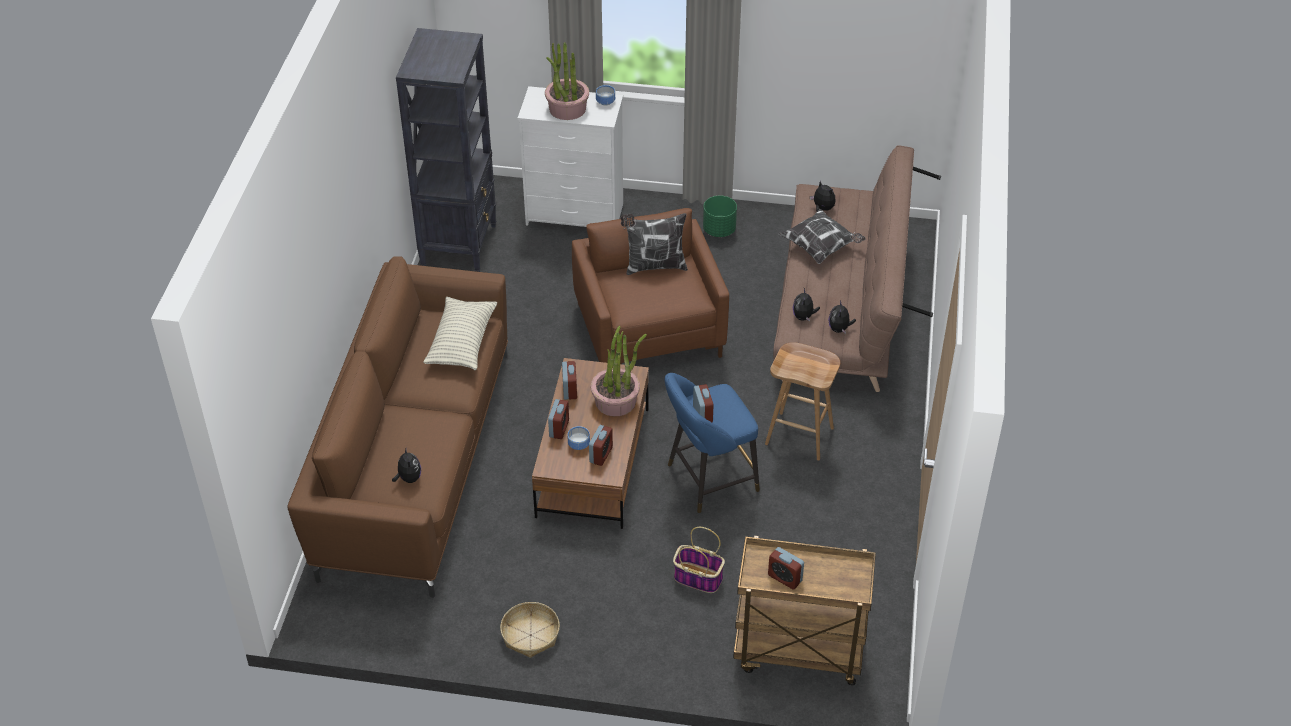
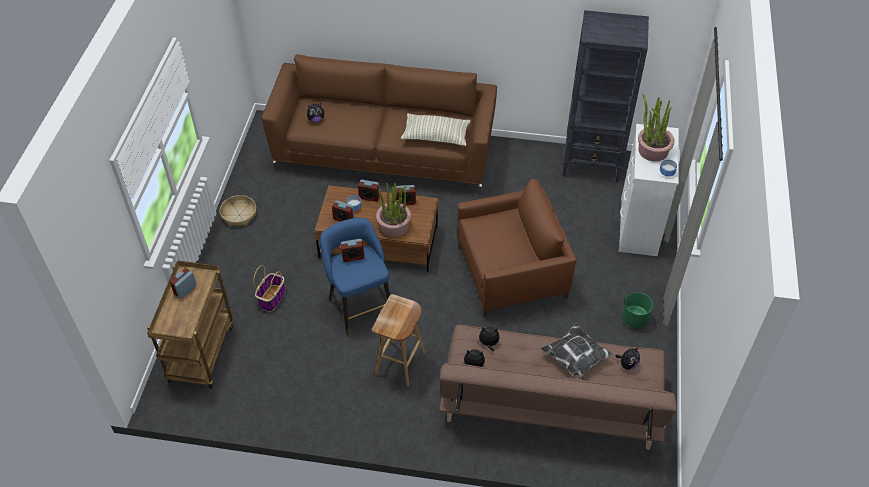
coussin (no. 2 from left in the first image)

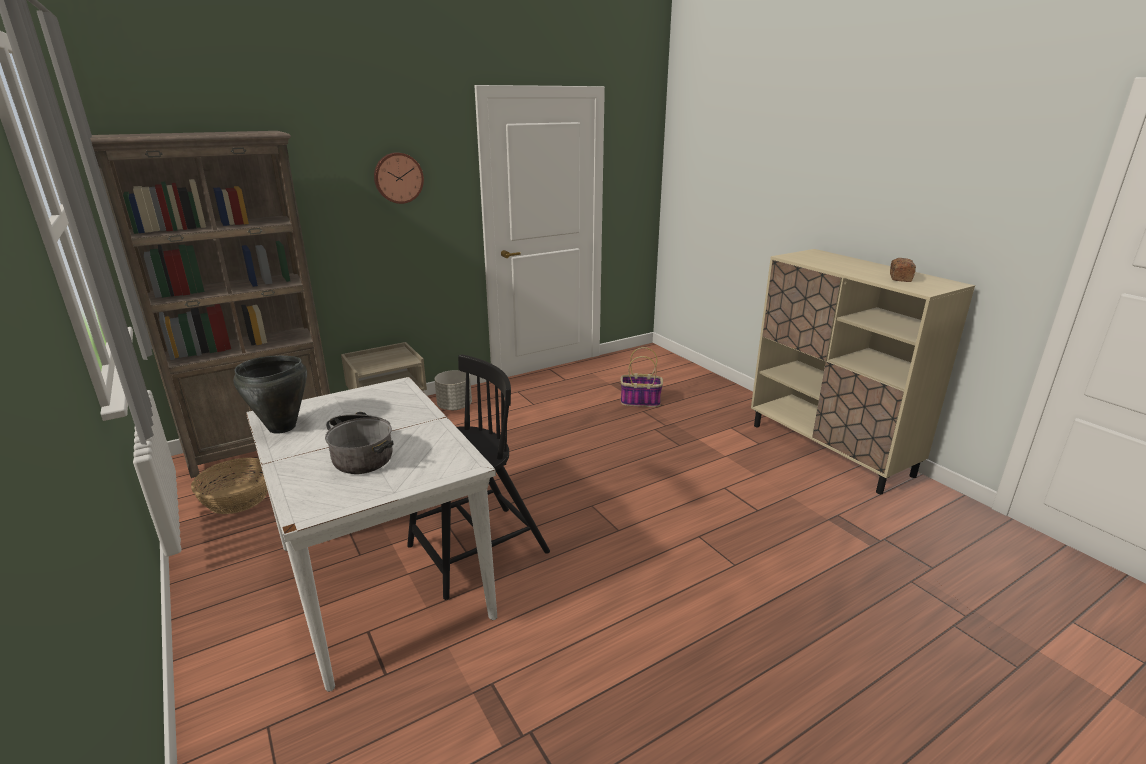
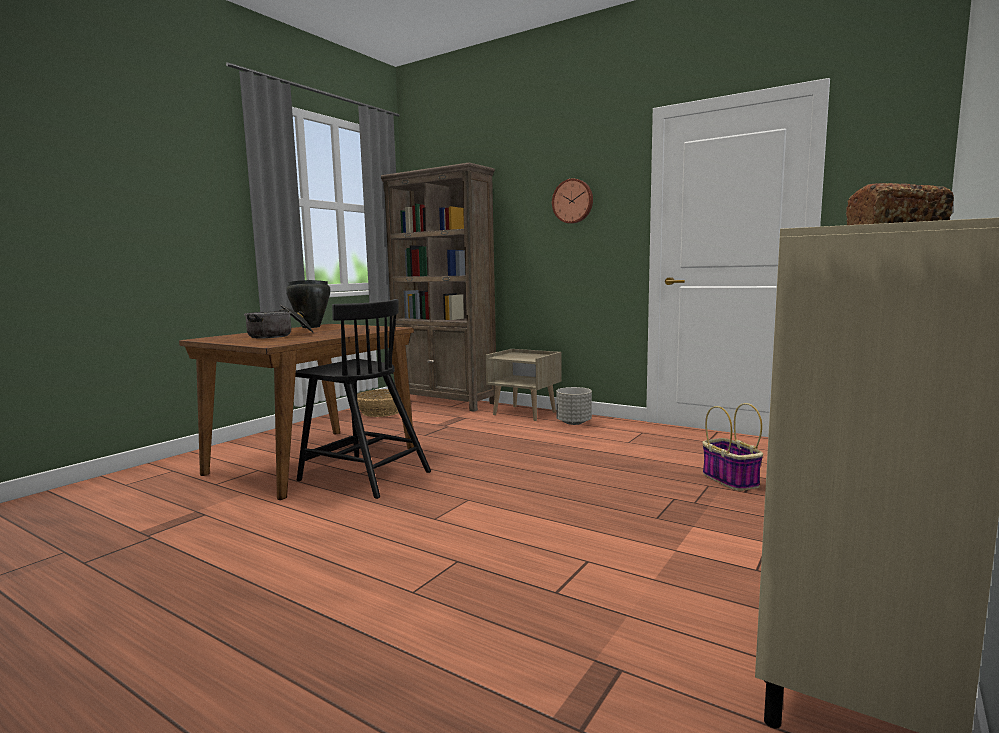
table à manger (marron)

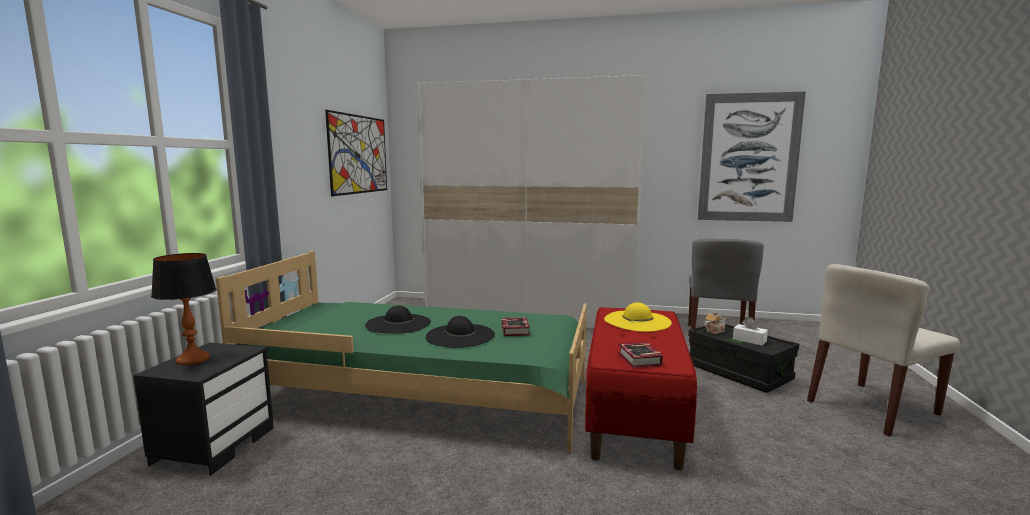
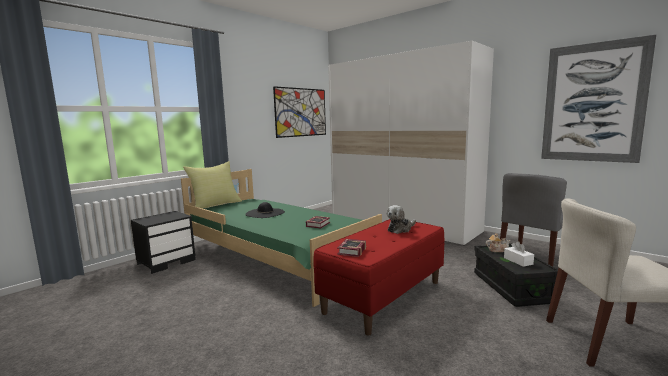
coussin (jaune)
peluche
lampe de table
chapeau (noir) (no. 2 from left in the first image)

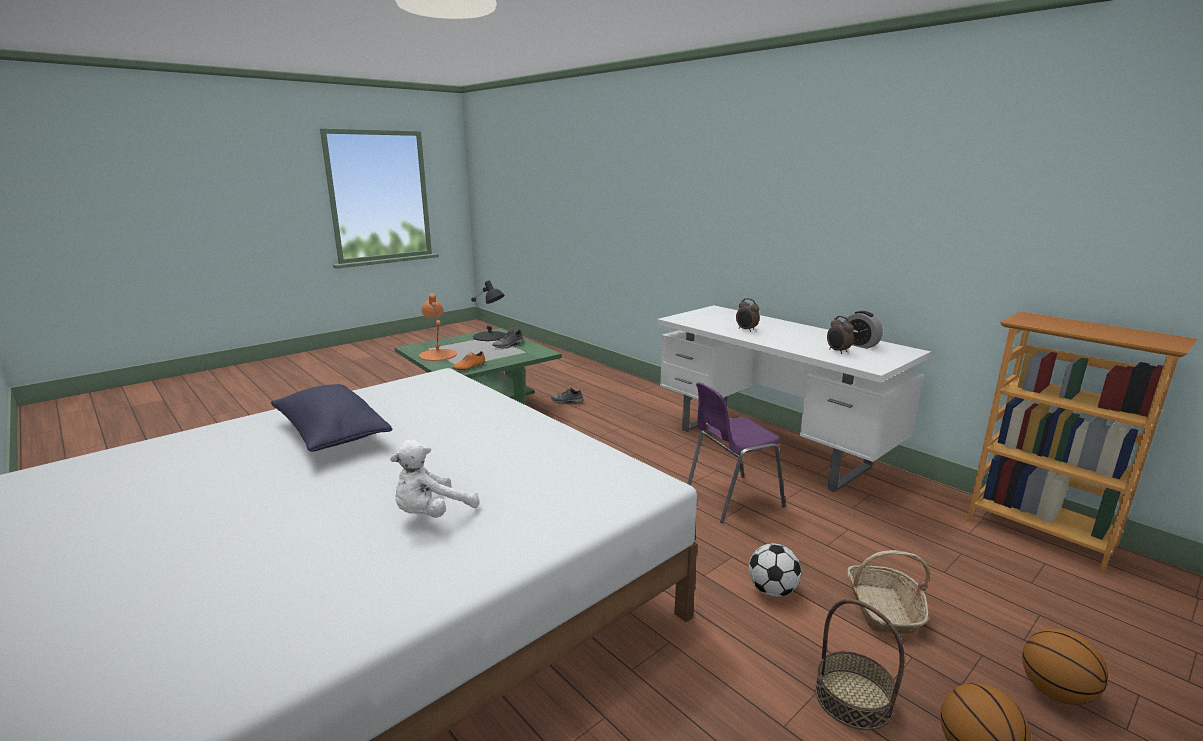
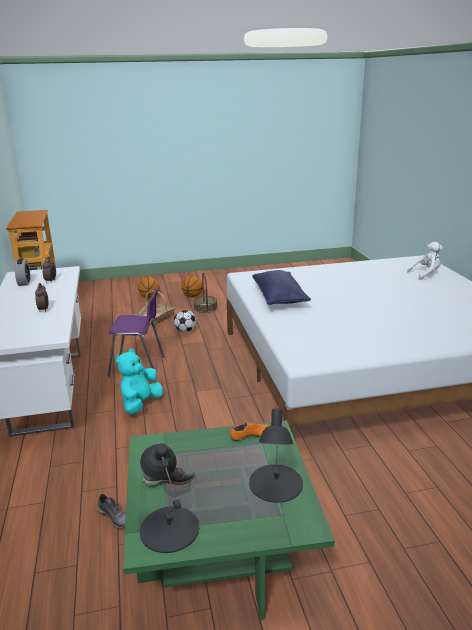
peluche (turquoise)
lampe de table (noir) (no. 2 from left)
coussin (bleu)
peluche (blanc)

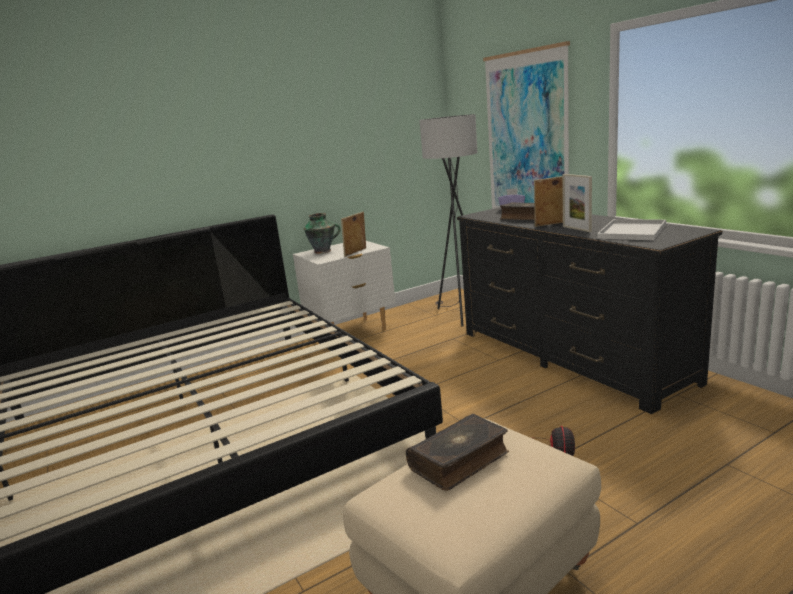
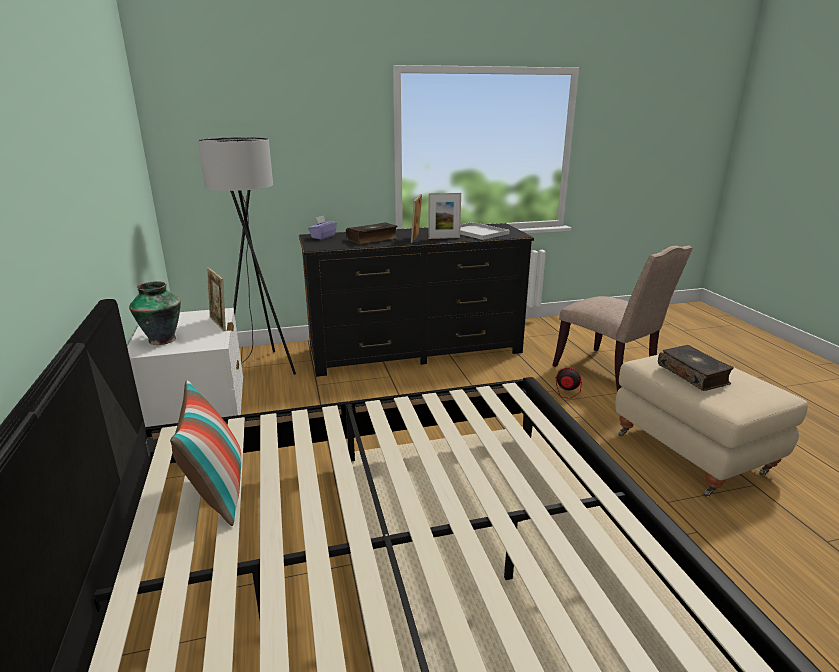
coussin
chaise (beige)
tableau

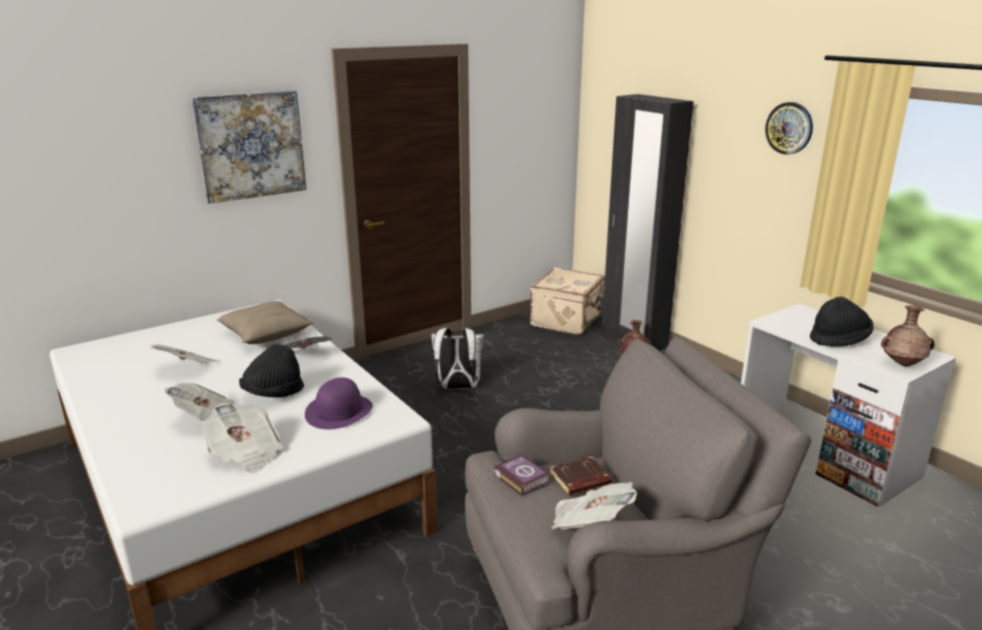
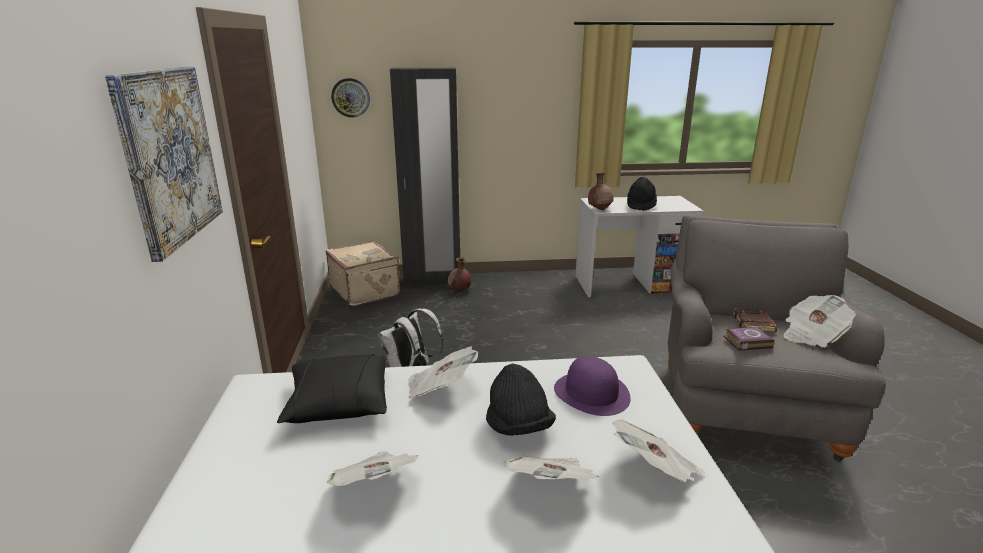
coussin (noir)
horloge murale
vase (marron) (no. 2 from left)

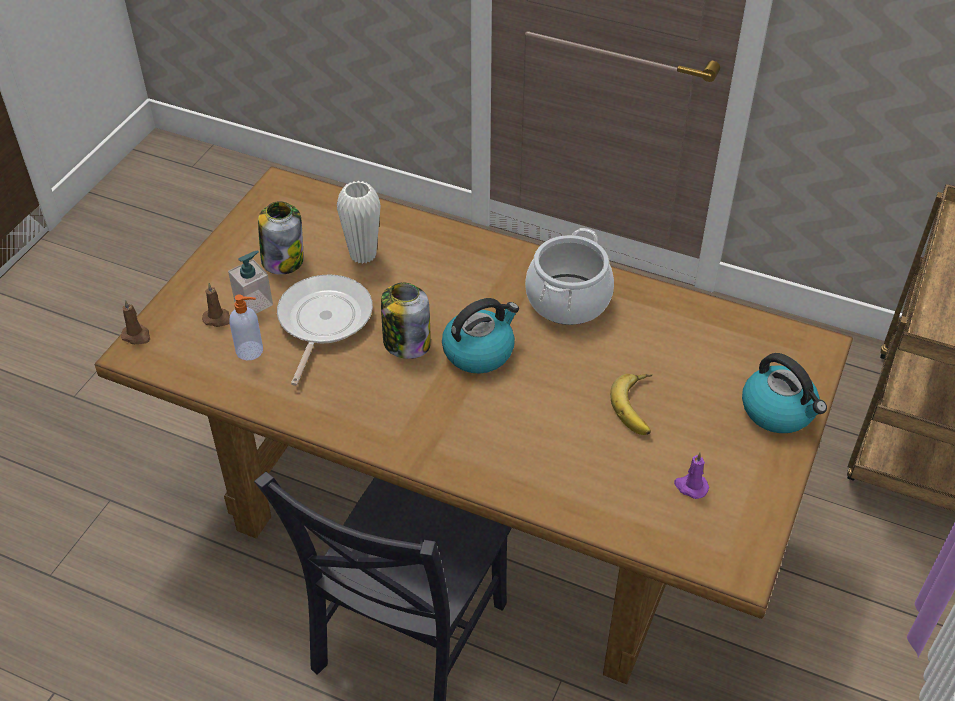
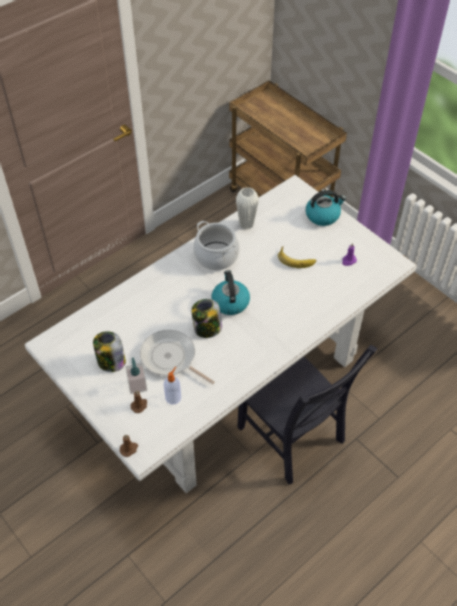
table à manger (blanc)
vase (blanc)

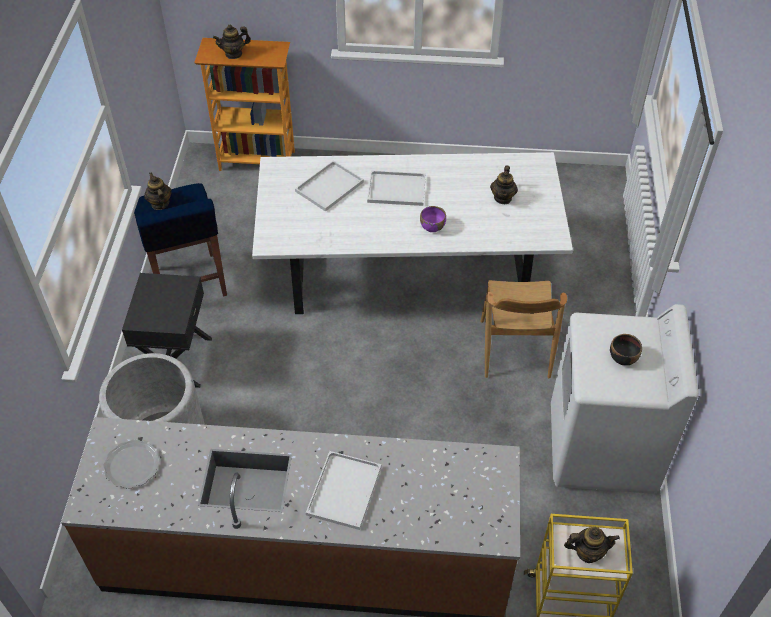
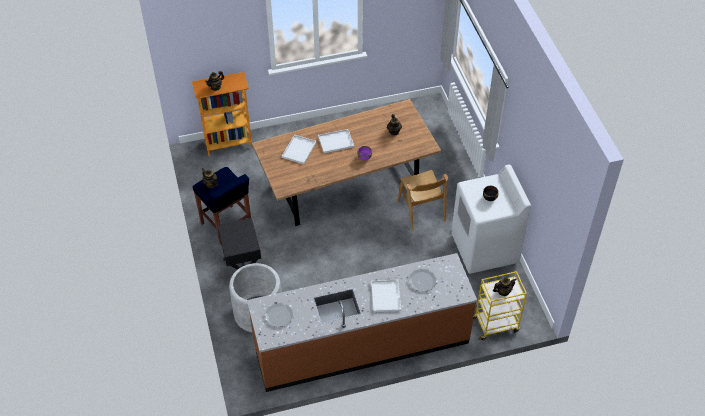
table à manger (marron)
assiette (no. 2 from left)

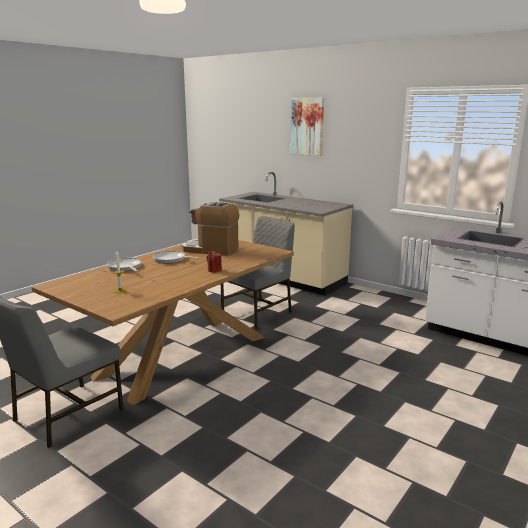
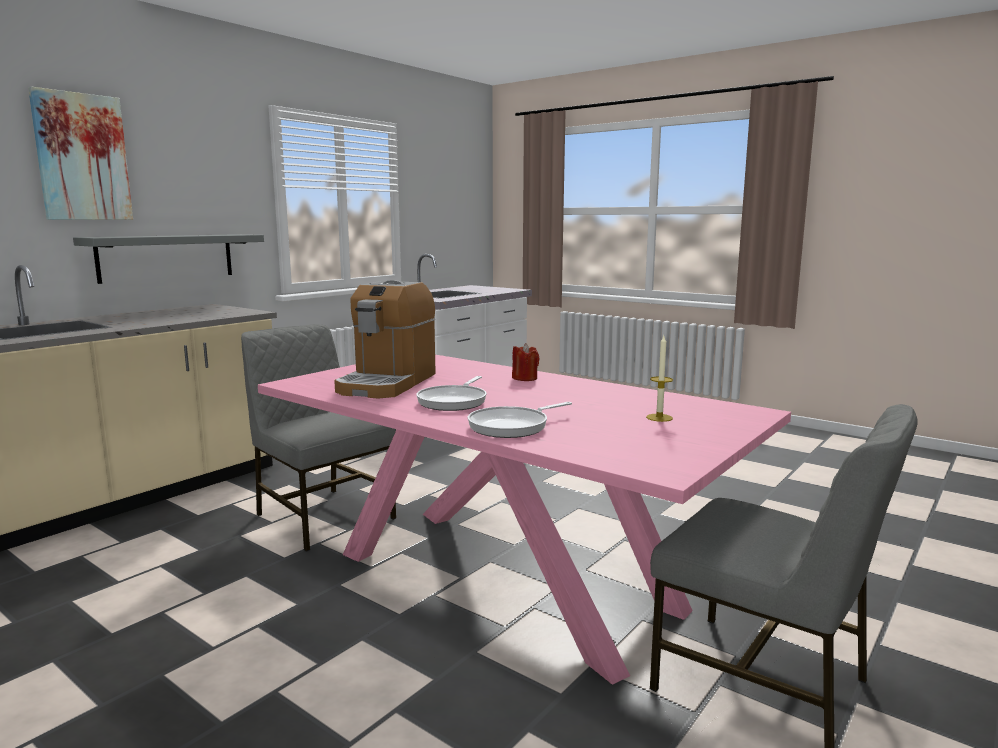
étagère (gris)
table à manger (rose)

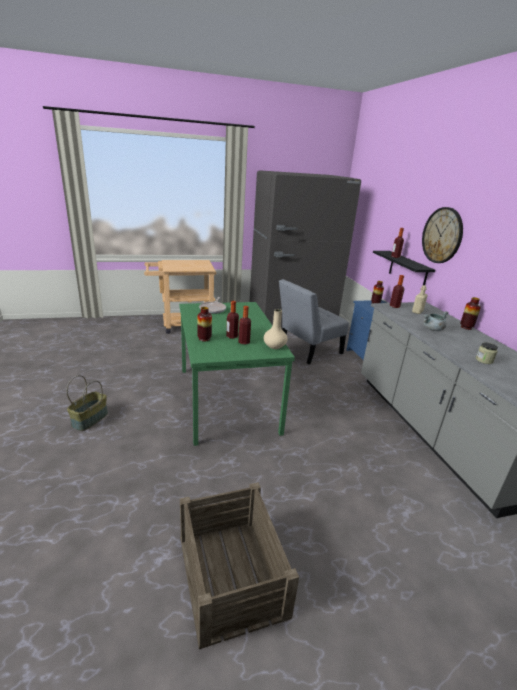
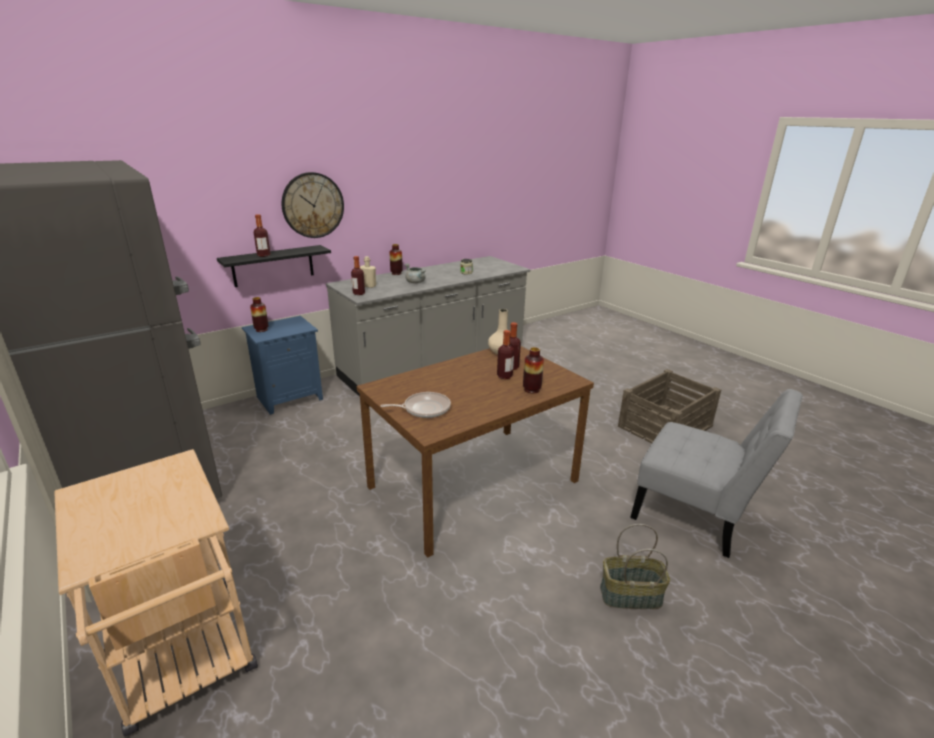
table à manger (marron)
chaise (gris)

